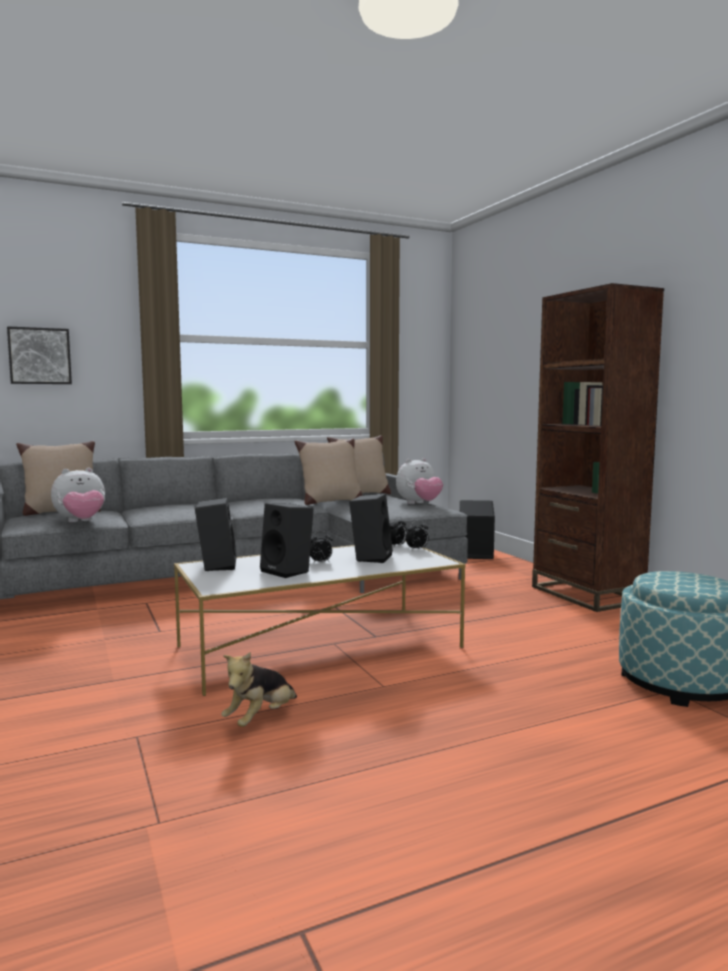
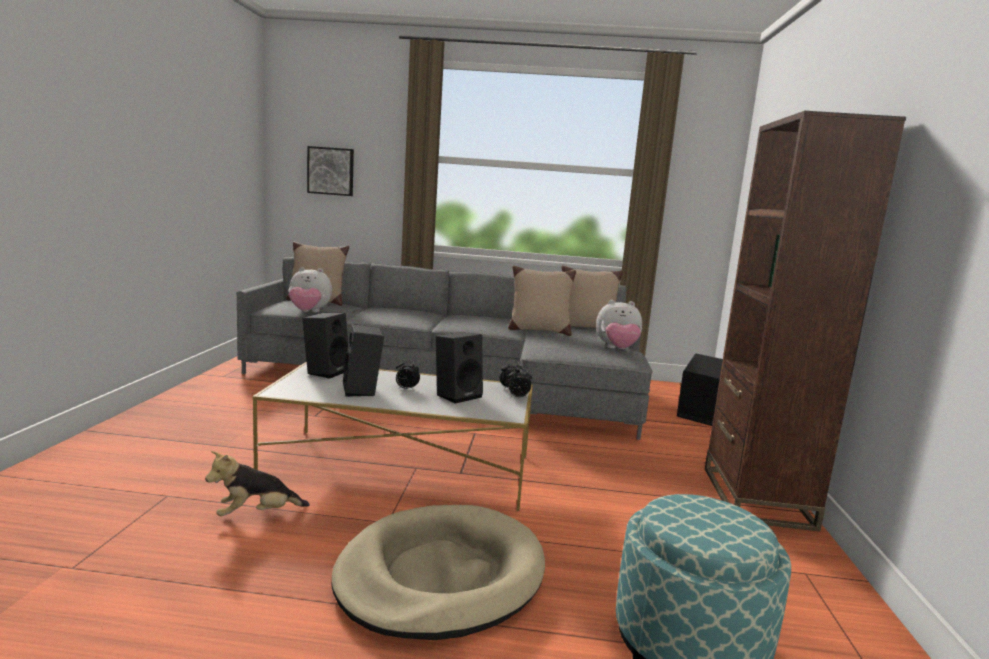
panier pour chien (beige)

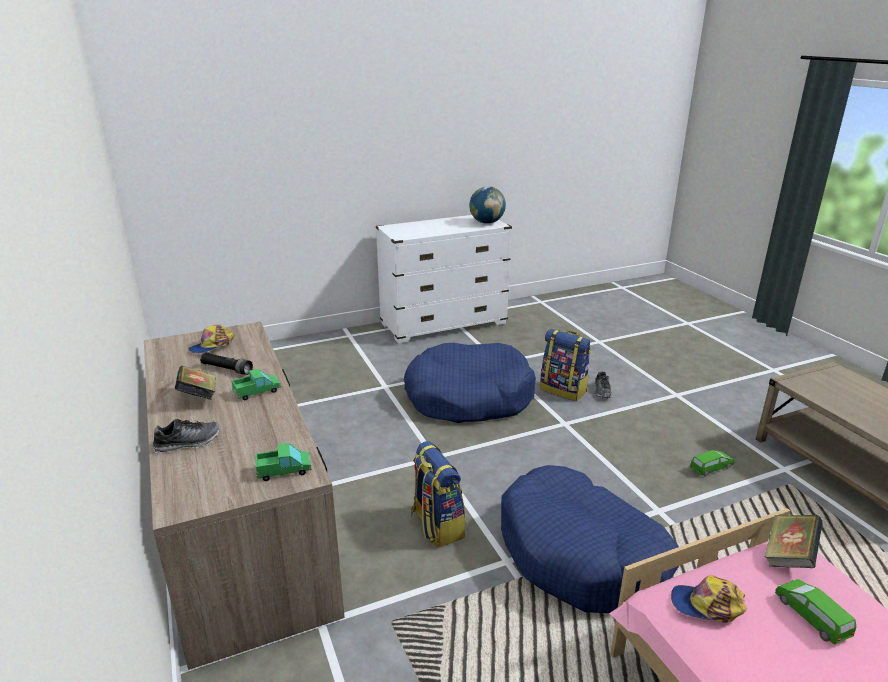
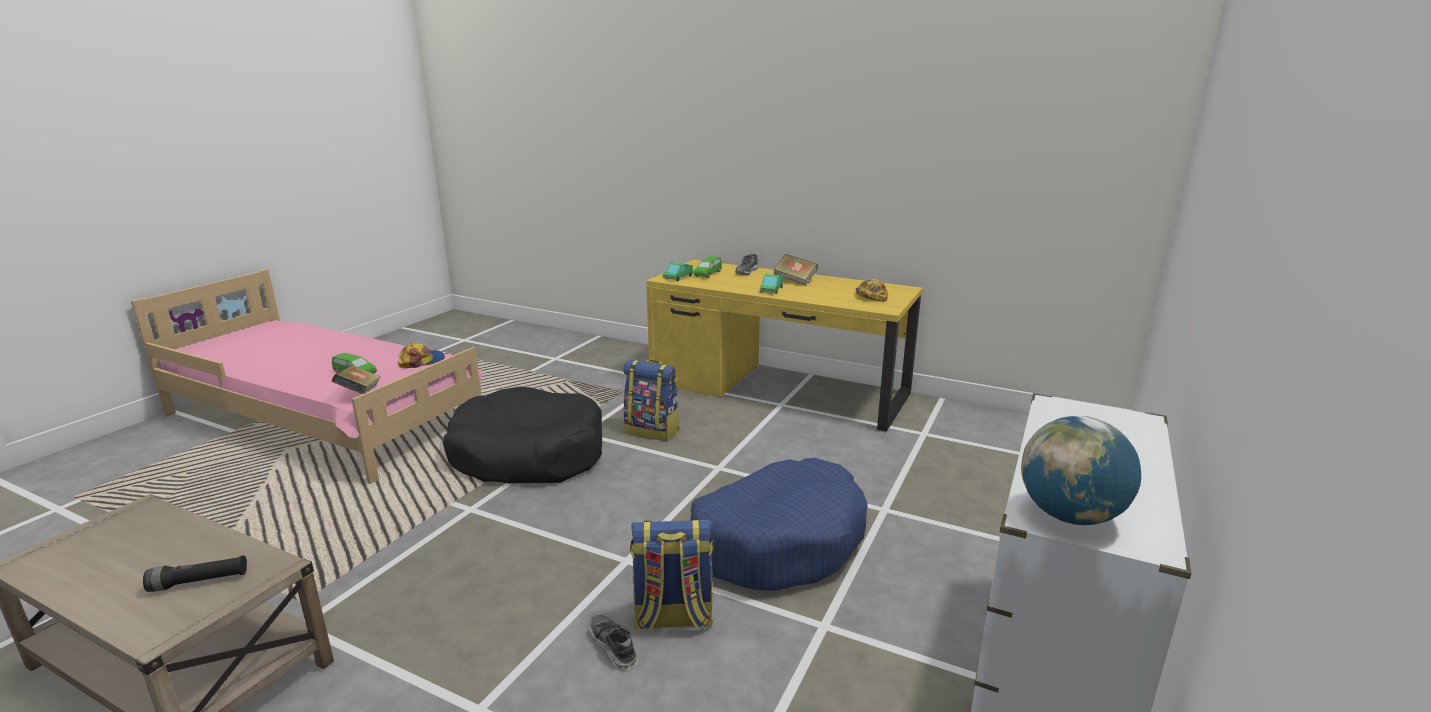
lampe de poche (noir)
panier pour chien (noir)
bureau (jaune)
petite voiture (vert) (no. 2 from left)

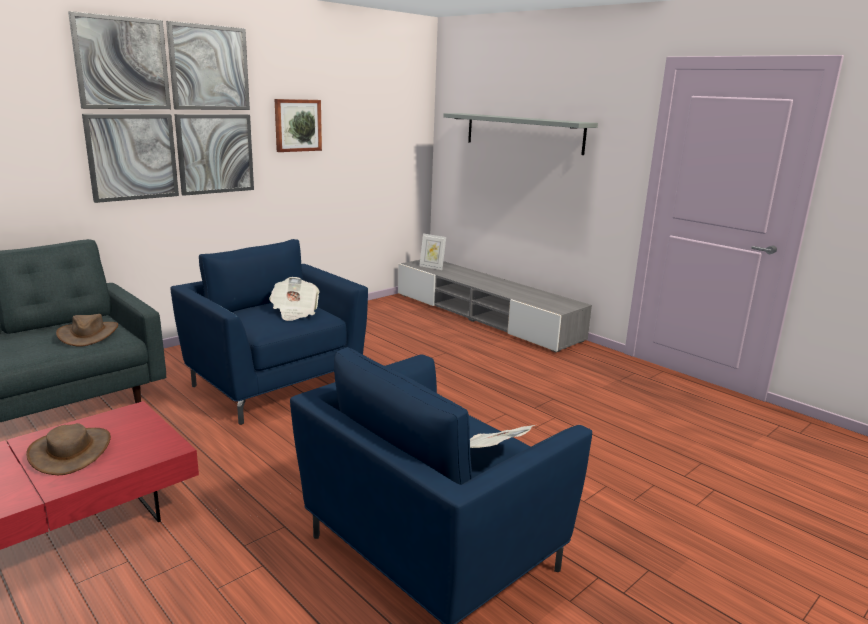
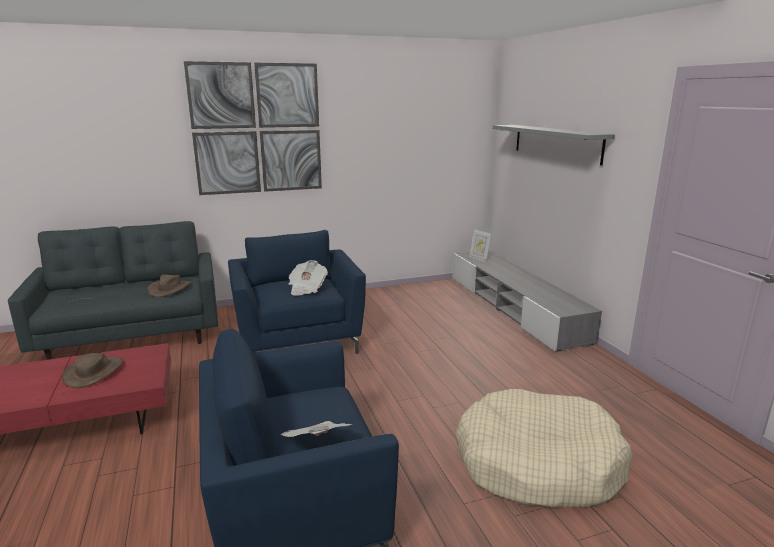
panier pour chien (beige)
tableau (no. 2 from left in the first image)

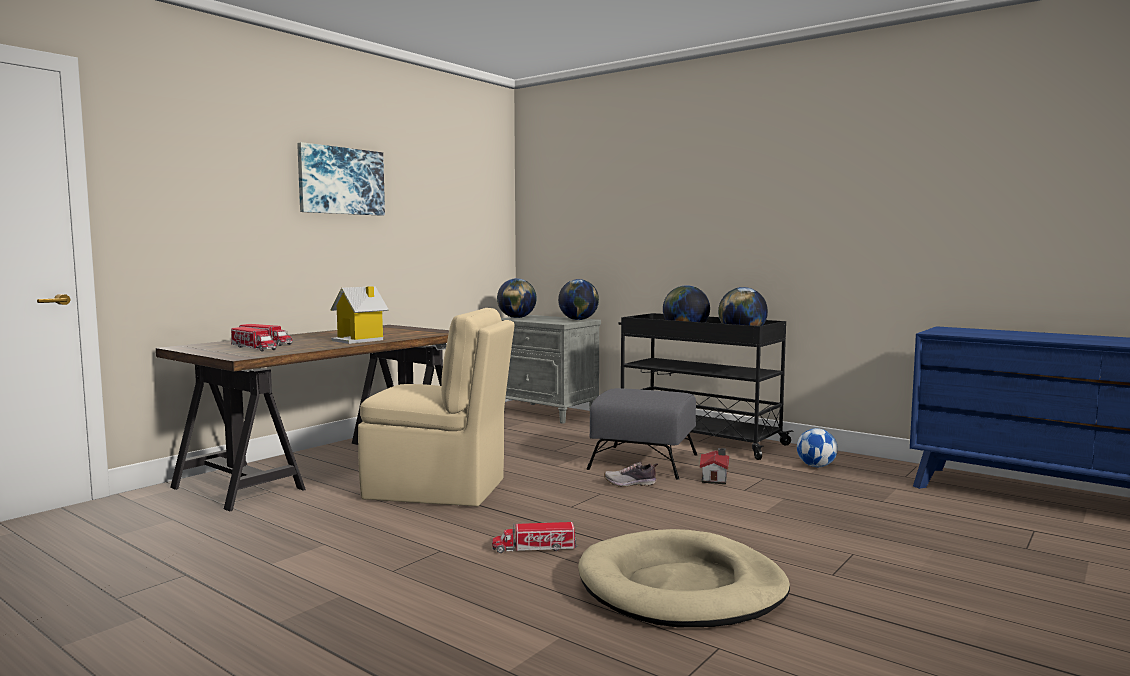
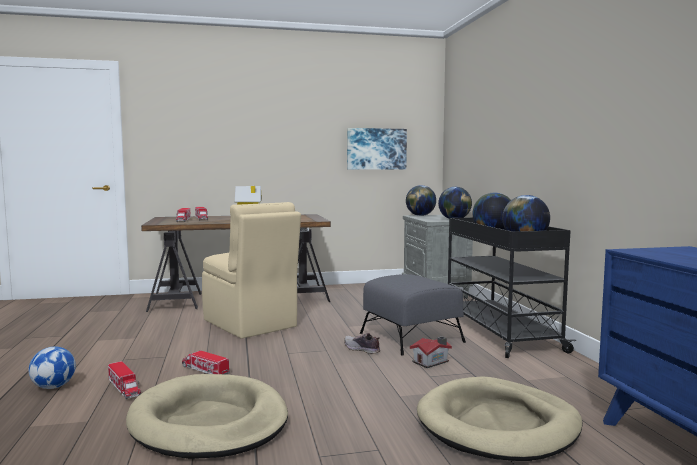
ballon de foot
camion jouet (no. 1 from left)
tableau
panier pour chien (beige) (no. 2 from left)

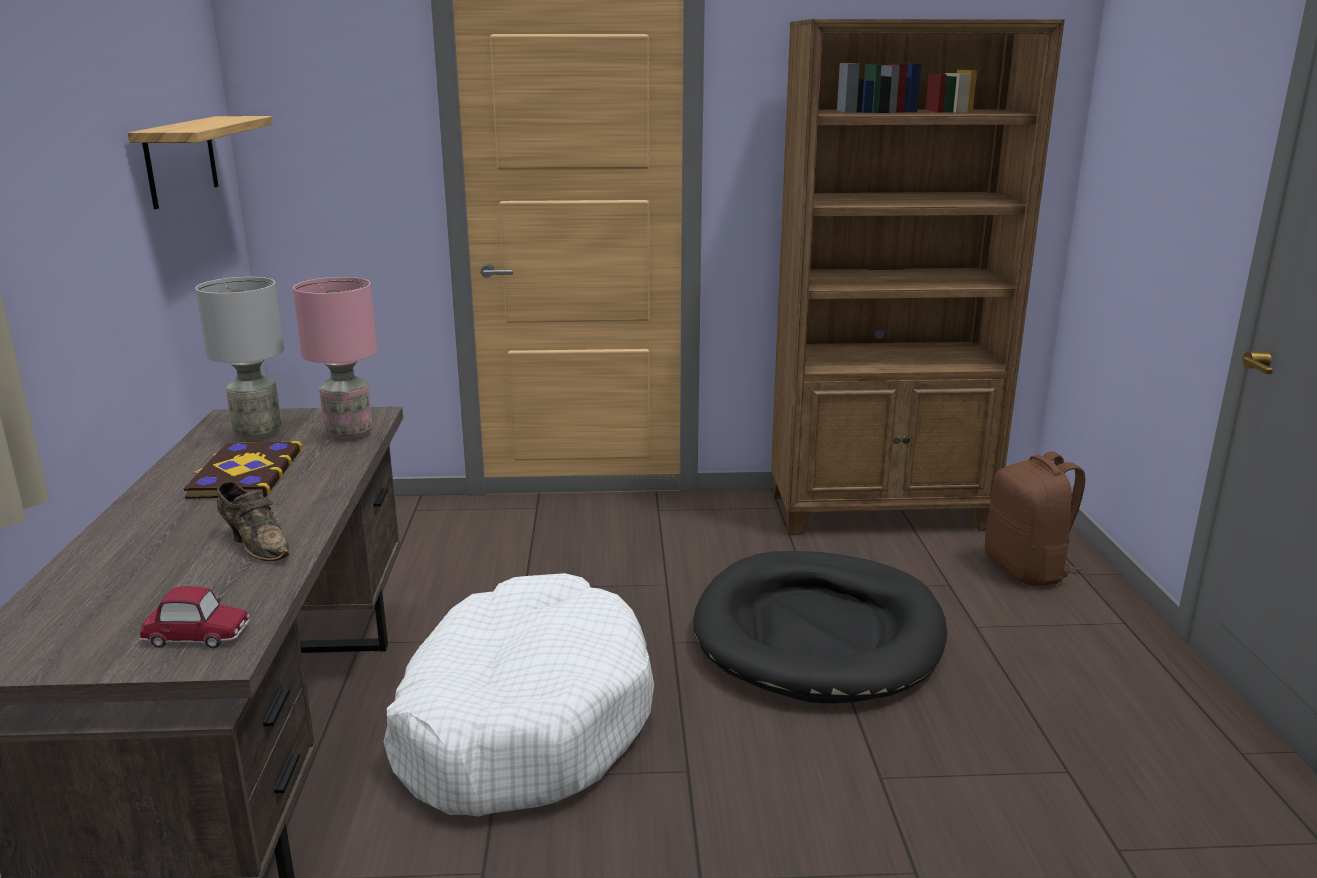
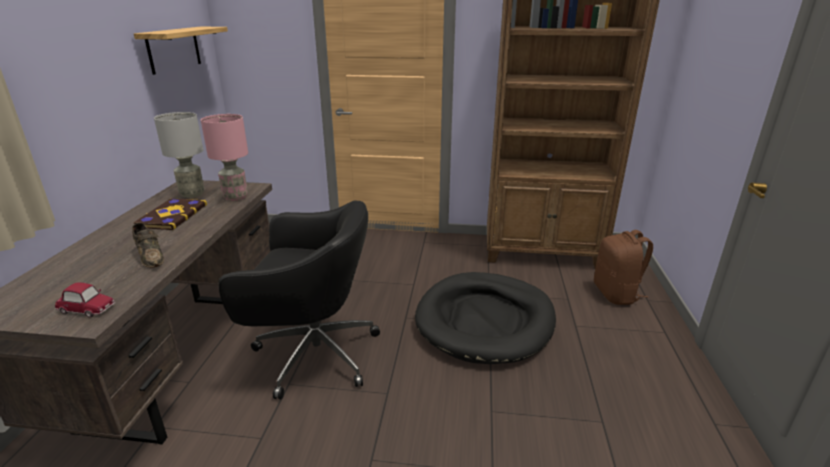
chaise de bureau (noir)

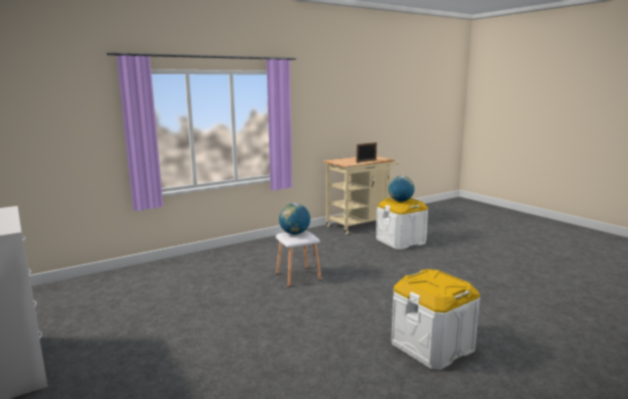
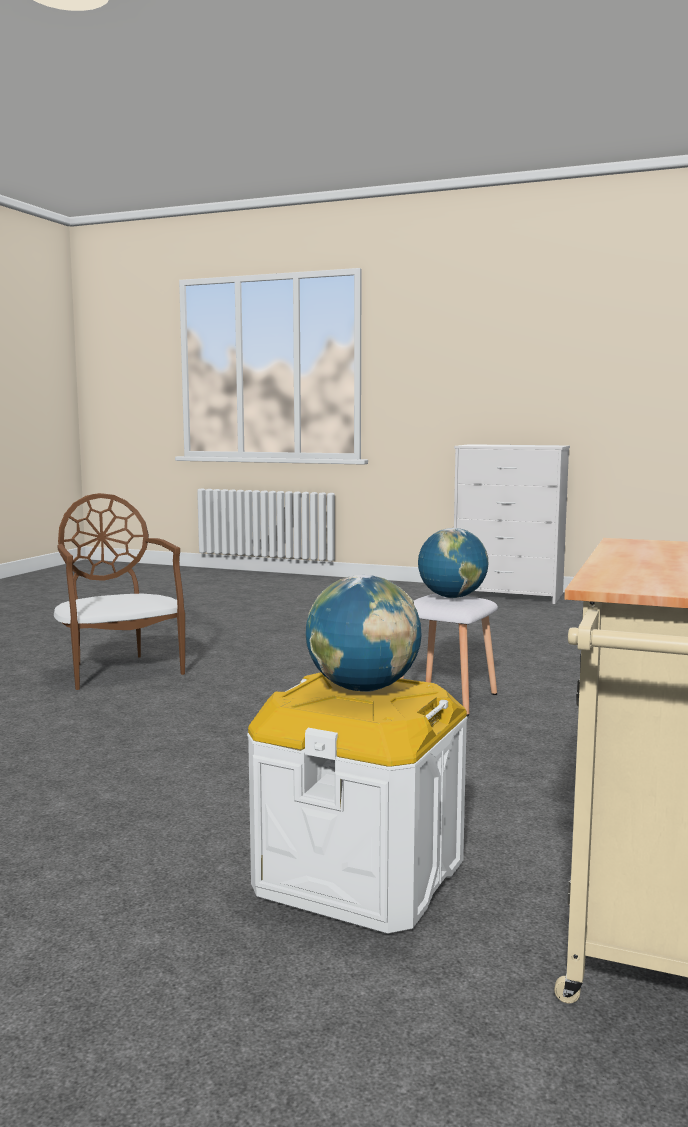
chaise (marron)
cadre photo

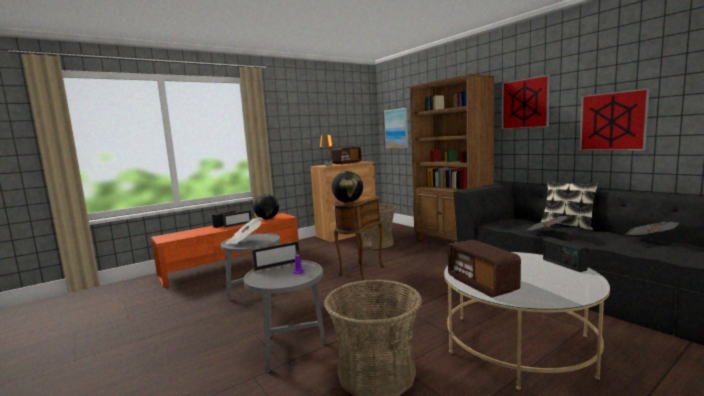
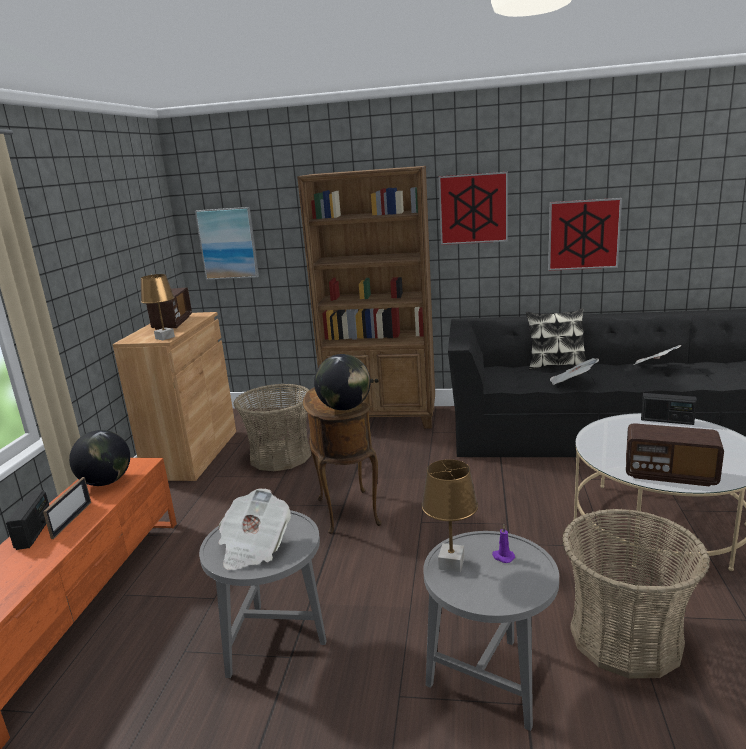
lampe de table (marron) (no. 2 from left)

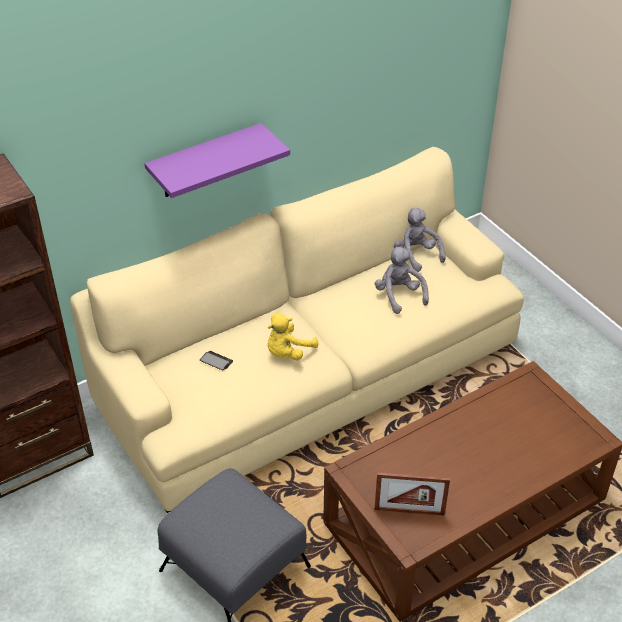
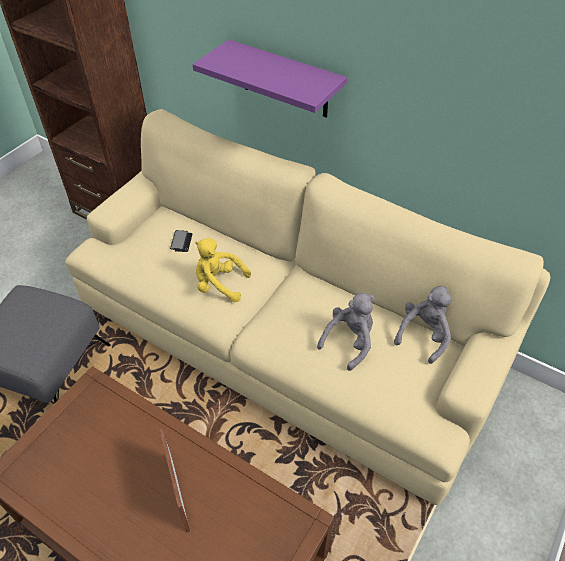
cadre photo

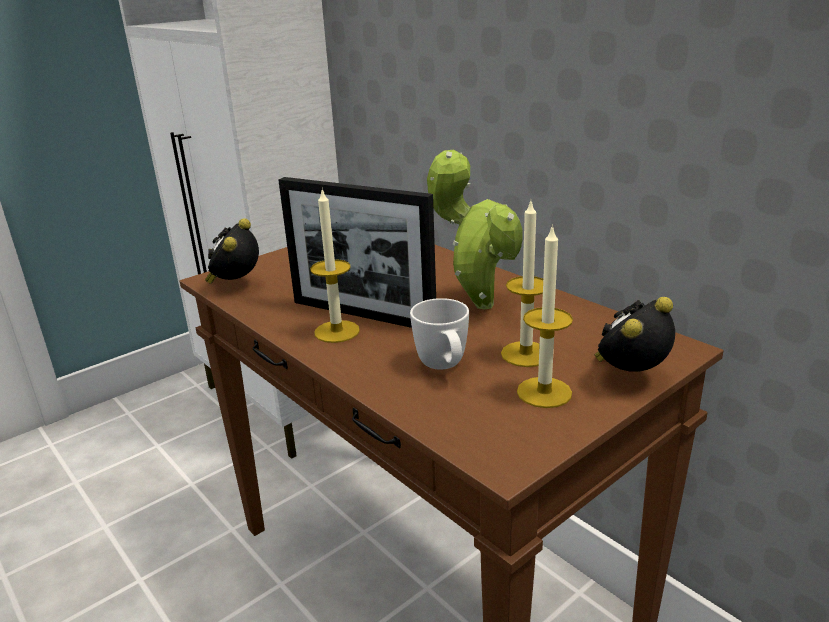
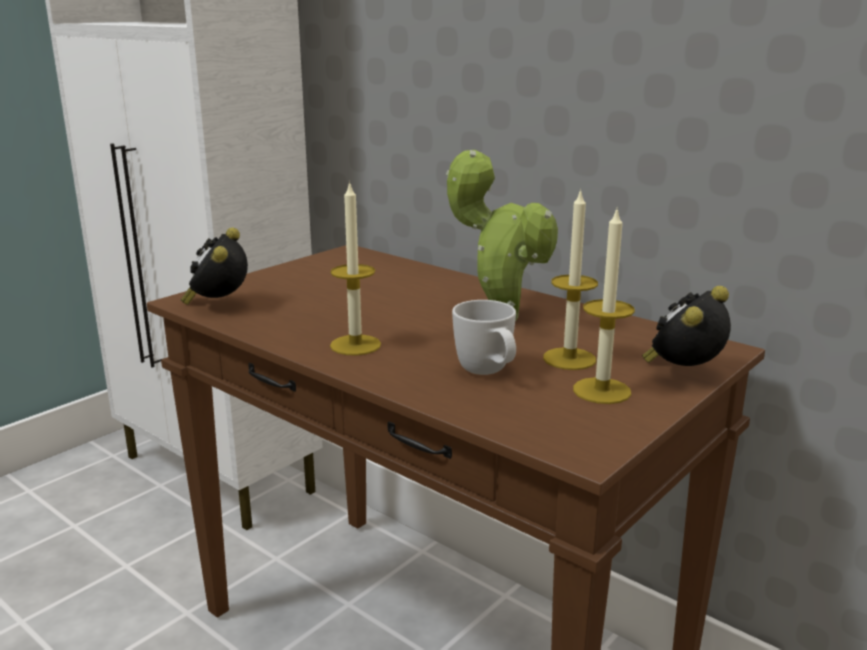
cadre photo

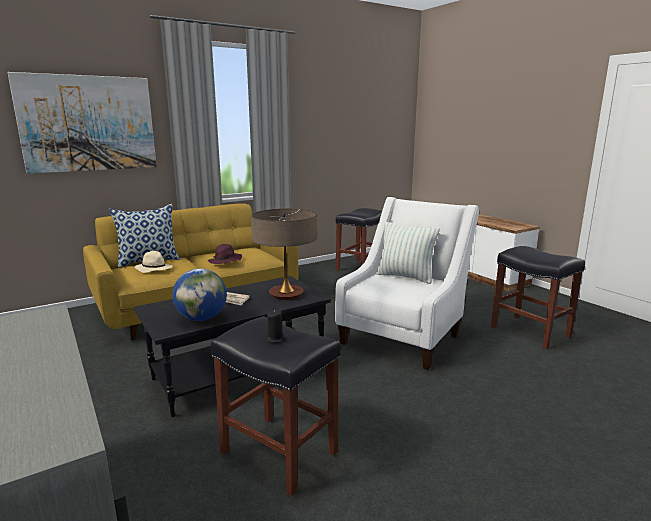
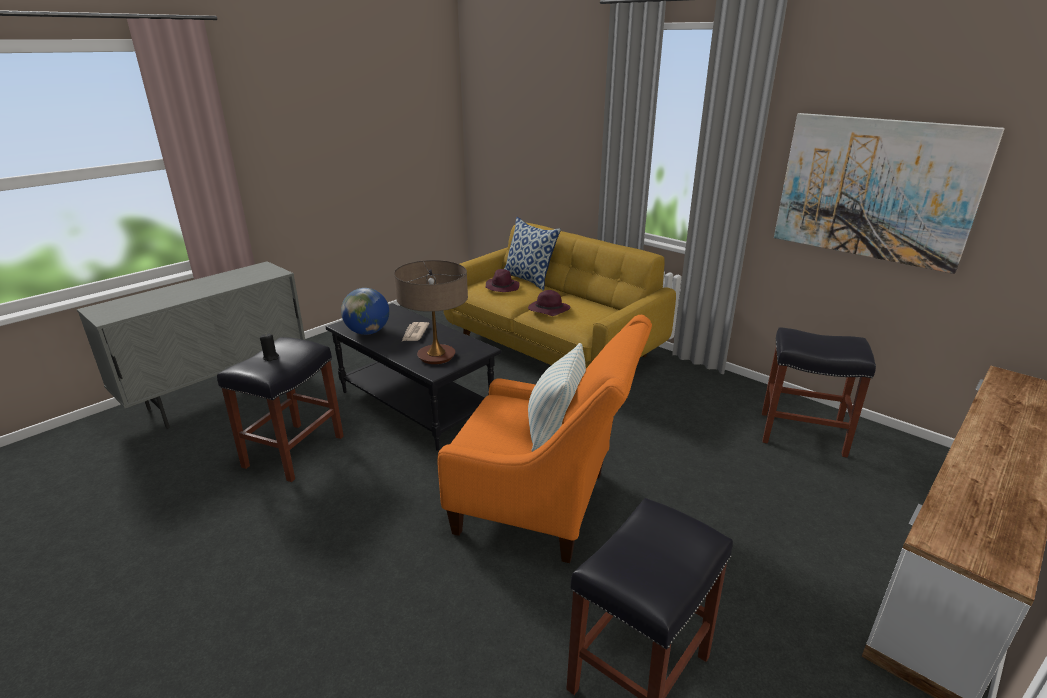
fauteuil (orange)
chapeau (violet) (no. 1 from left)
tableau

